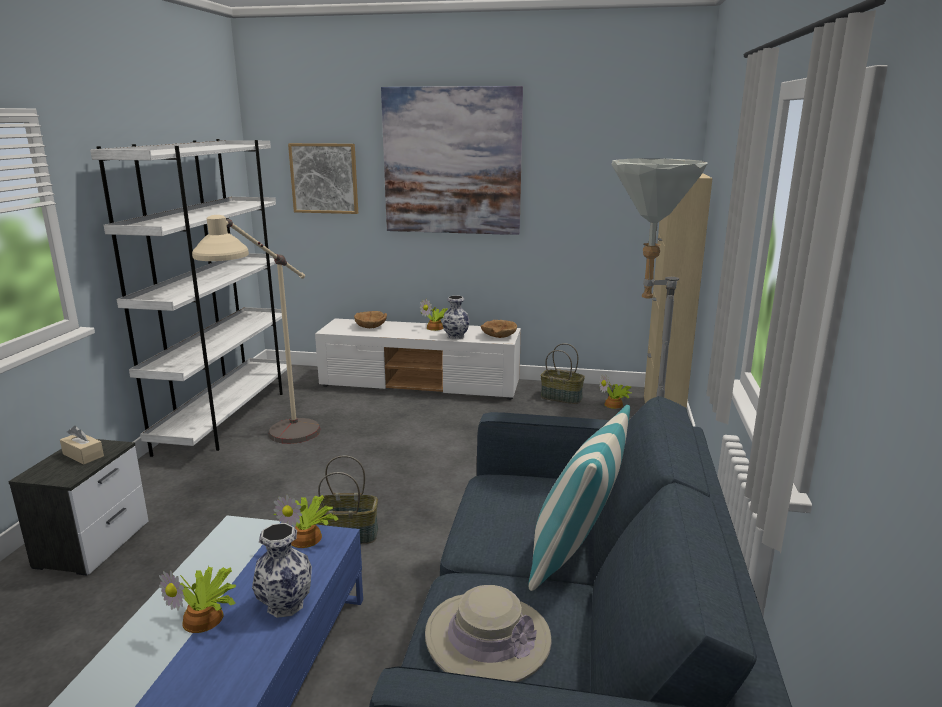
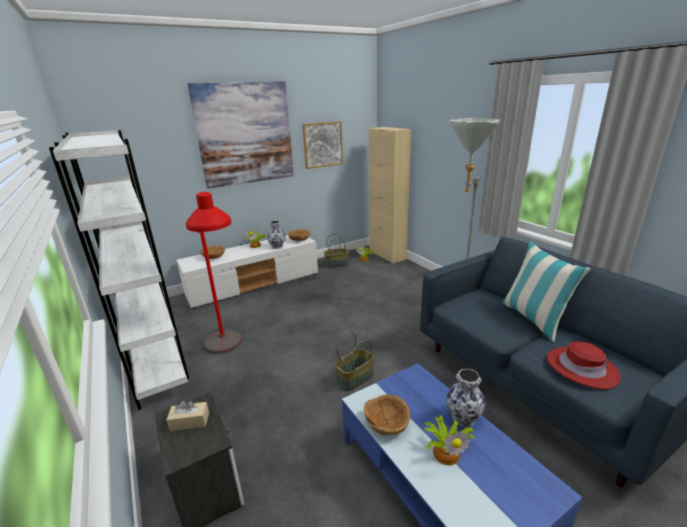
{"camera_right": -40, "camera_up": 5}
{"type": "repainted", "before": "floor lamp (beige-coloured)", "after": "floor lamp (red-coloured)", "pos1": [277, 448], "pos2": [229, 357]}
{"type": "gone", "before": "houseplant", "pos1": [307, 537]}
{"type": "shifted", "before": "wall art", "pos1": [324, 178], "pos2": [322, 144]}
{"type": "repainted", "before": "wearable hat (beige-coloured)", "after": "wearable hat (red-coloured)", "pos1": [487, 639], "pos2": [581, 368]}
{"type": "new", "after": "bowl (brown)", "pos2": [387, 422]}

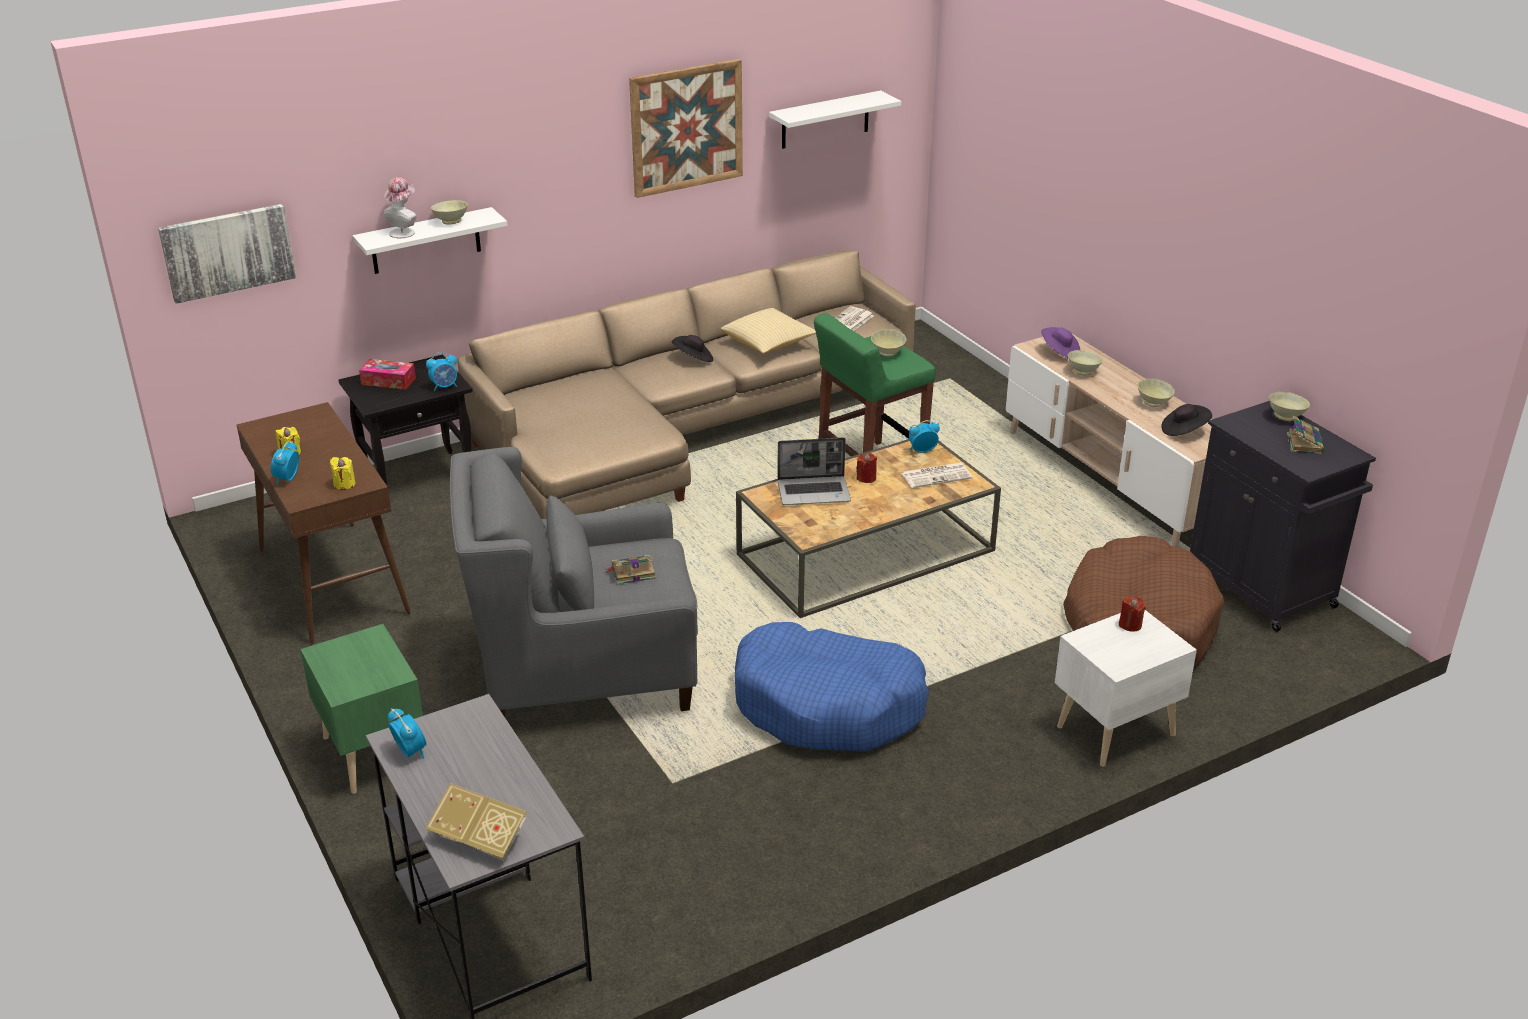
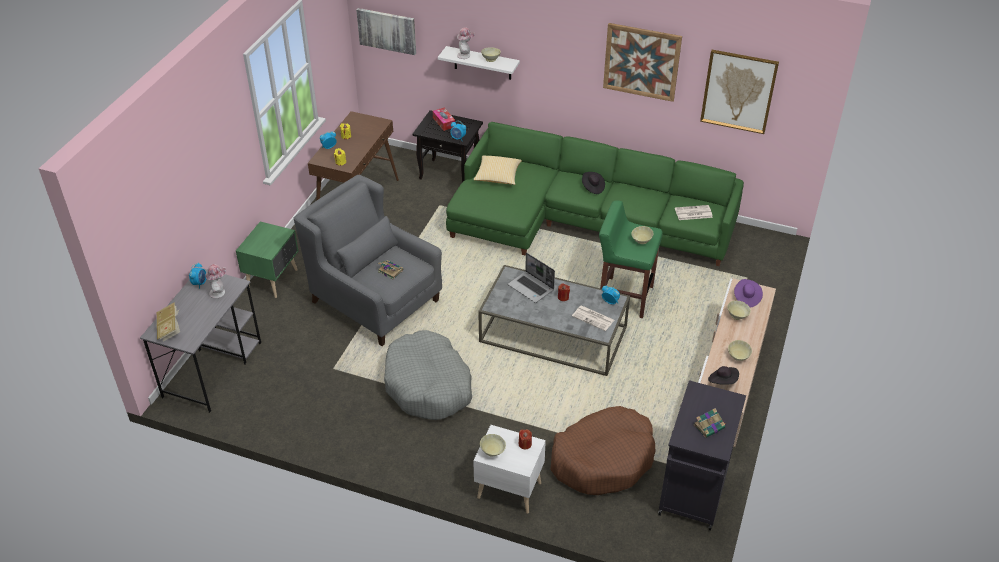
{"camera_right": 50, "camera_up": 10}
{"type": "repainted", "before": "settee (beige-coloured)", "after": "settee (green)", "pos1": [681, 429], "pos2": [580, 220]}
{"type": "shifted", "before": "pillow", "pos1": [768, 343], "pos2": [497, 177]}
{"type": "repainted", "before": "dog cushion (blue-coloured)", "after": "dog cushion (greyish)", "pos1": [828, 705], "pos2": [428, 385]}
{"type": "repainted", "before": "low table (brown)", "after": "low table (greyish)", "pos1": [865, 553], "pos2": [553, 334]}
{"type": "swapped", "before": "bracket shelf (white)", "after": "wall art", "pos1": [825, 120], "pos2": [738, 91]}
{"type": "shifted", "before": "bowl (beige-coloured)", "pos1": [1286, 417], "pos2": [492, 452]}
{"type": "new", "after": "wearable hat", "pos2": [219, 292]}

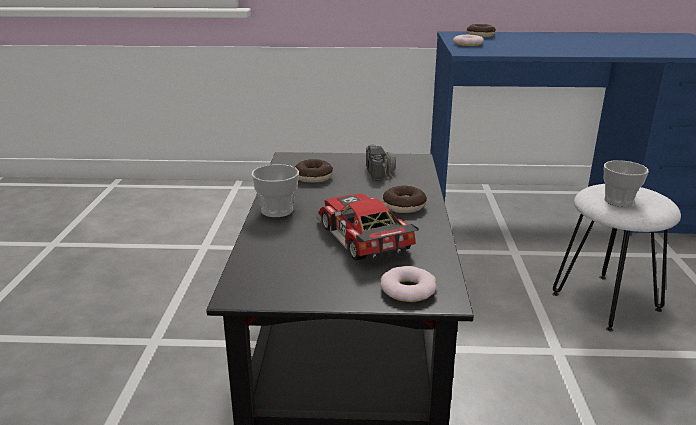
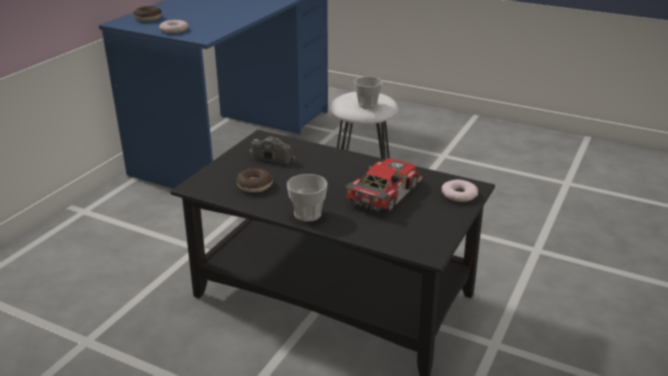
{"camera_right": -65, "camera_up": 5}
{"type": "rotated", "before": "model car", "pos1": [360, 238], "pos2": [381, 192], "turn": 120}
{"type": "gone", "before": "doughnut", "pos1": [404, 206]}

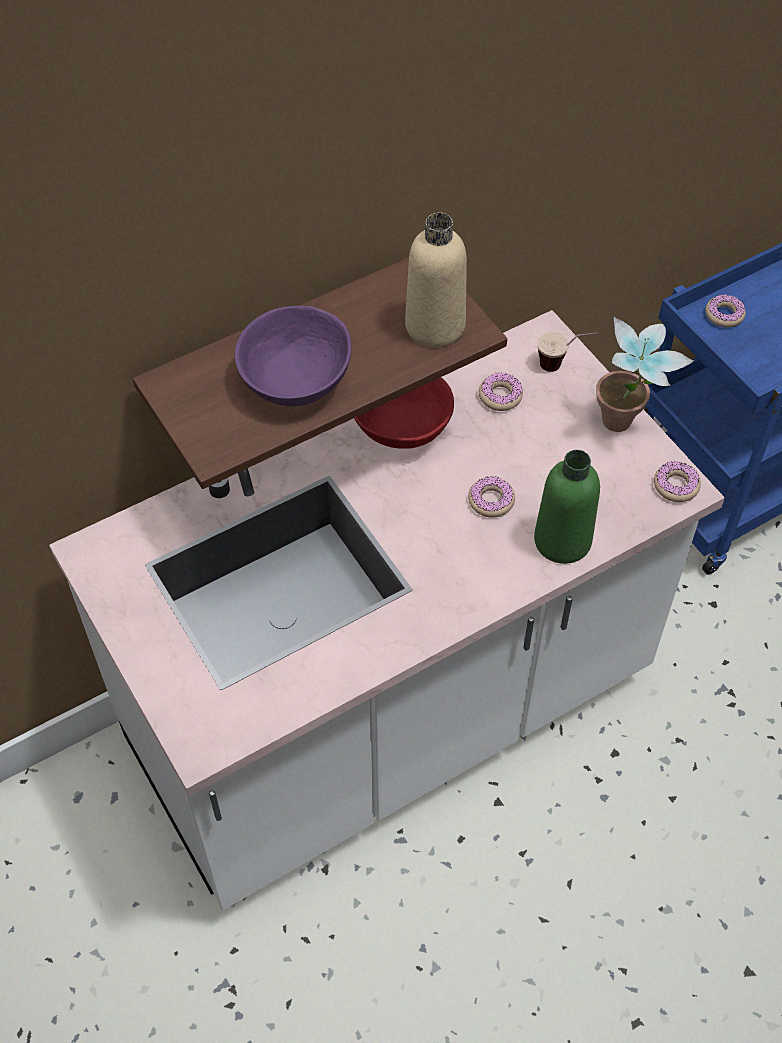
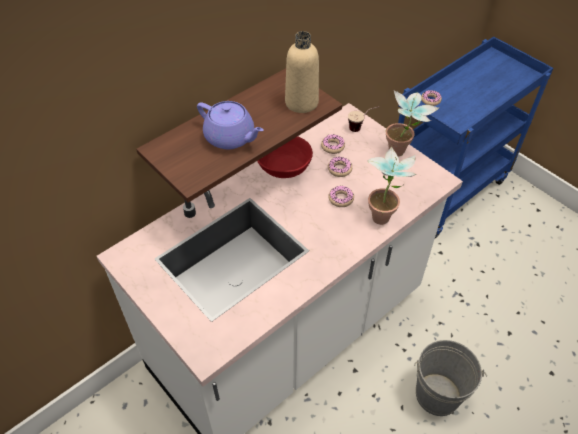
{"camera_right": -10, "camera_up": -5}
{"type": "swapped", "before": "bowl (purplish)", "after": "teapot (purplish)", "pos1": [296, 379], "pos2": [230, 138]}
{"type": "swapped", "before": "bottle (green)", "after": "houseplant", "pos1": [562, 540], "pos2": [384, 214]}
{"type": "shifted", "before": "doughnut", "pos1": [676, 486], "pos2": [339, 169]}
{"type": "new", "after": "bucket (greyish)", "pos2": [437, 395]}

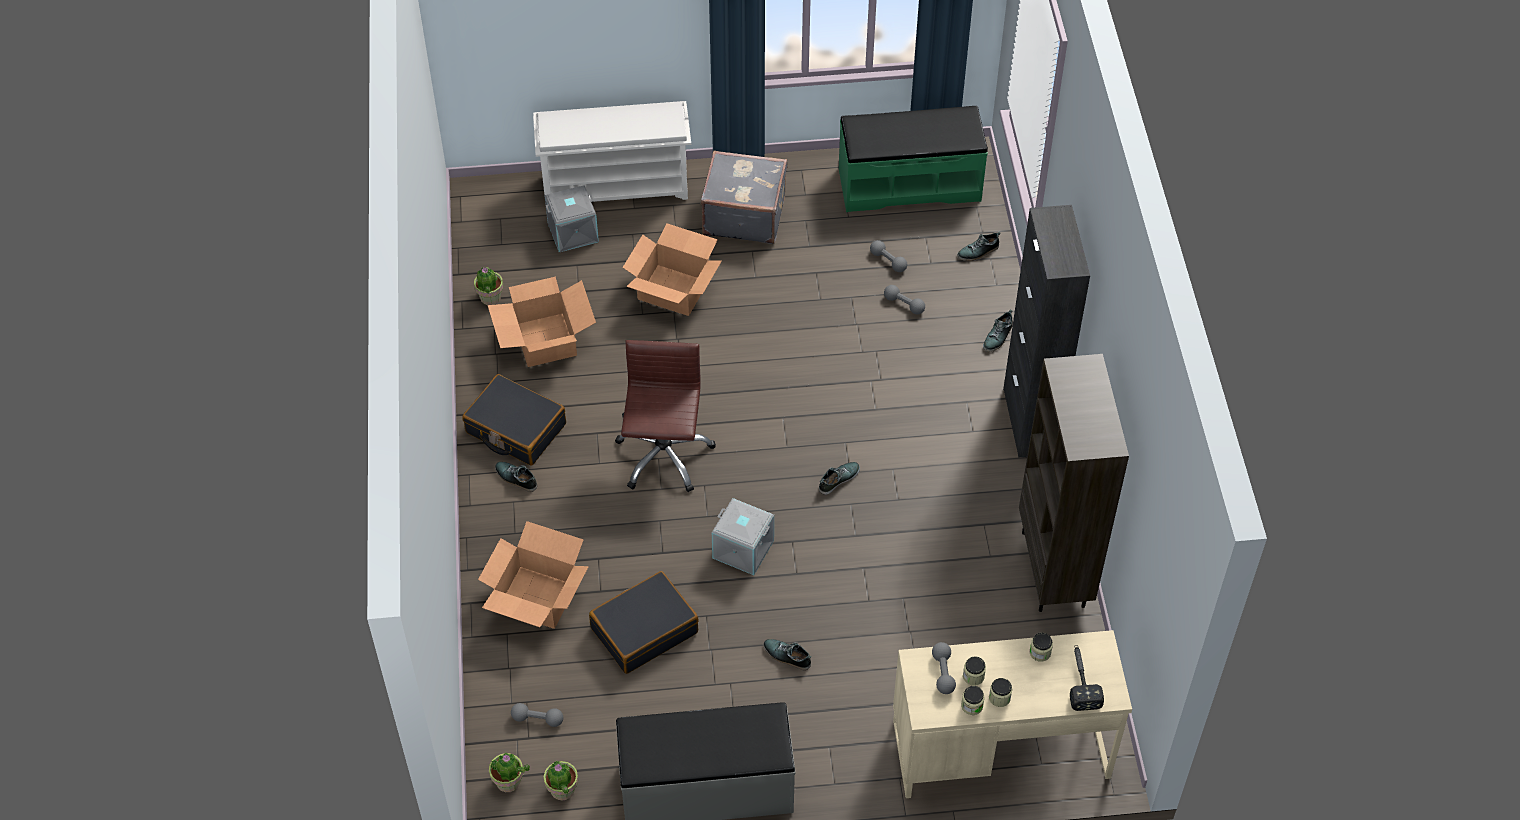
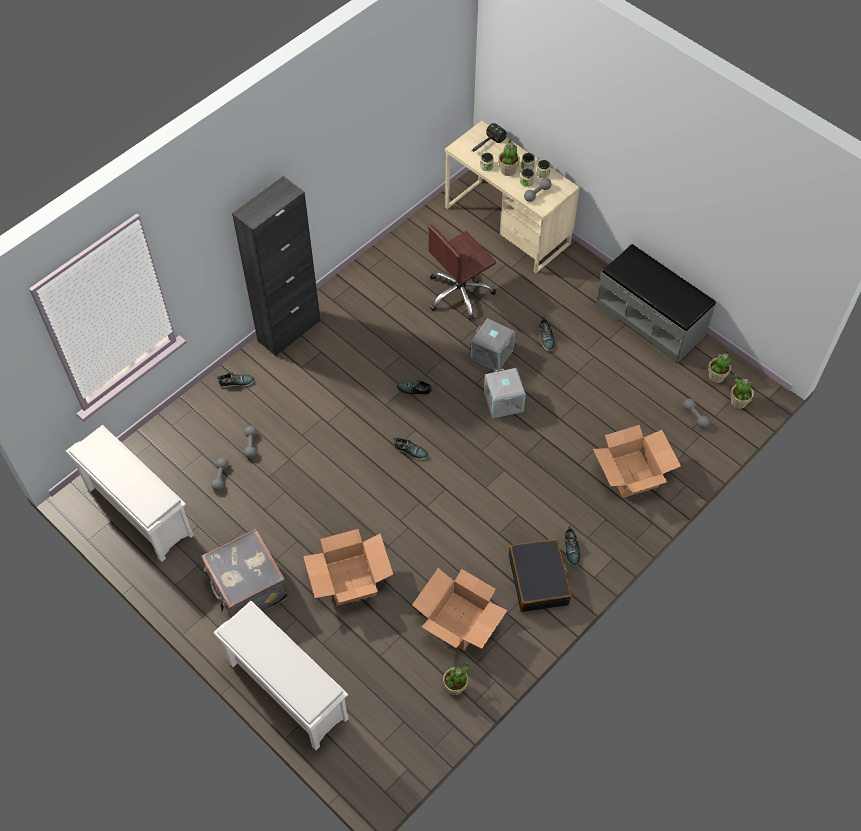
{"camera_right": -130, "camera_up": 5}
{"type": "shifted", "before": "storage box (greyish)", "pos1": [573, 233], "pos2": [492, 353]}
{"type": "gone", "before": "piece of luggage (black-coloured)", "pos1": [644, 630]}
{"type": "shifted", "before": "computer chair (brown)", "pos1": [663, 455], "pos2": [460, 293]}
{"type": "swapped", "before": "indoor bench (green)", "after": "shoe shelf (white)", "pos1": [909, 184], "pos2": [138, 511]}
{"type": "shifted", "before": "shoe", "pos1": [978, 252], "pos2": [411, 451]}
{"type": "gone", "before": "shelving unit (brown)", "pos1": [1054, 570]}
{"type": "new", "after": "houseplant", "pos2": [508, 170]}

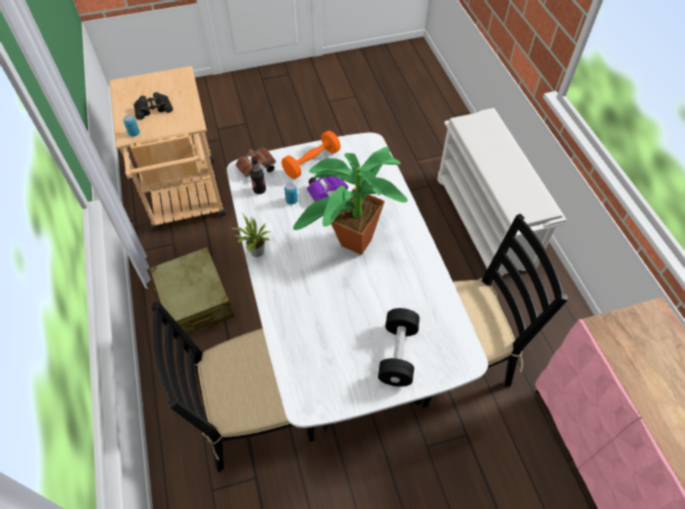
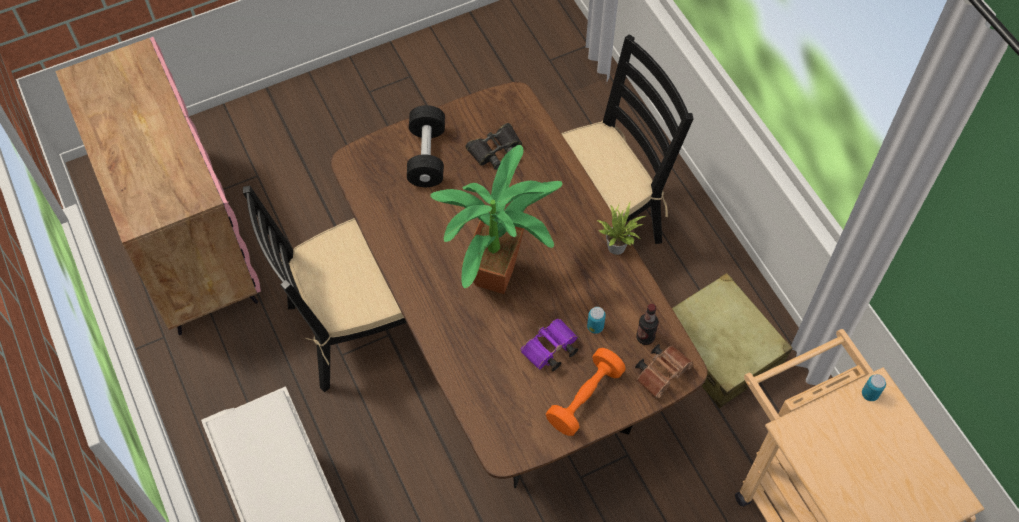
{"camera_right": 170, "camera_up": 5}
{"type": "shifted", "before": "field glasses (black-coloured)", "pos1": [153, 109], "pos2": [496, 150]}
{"type": "repainted", "before": "dining table (white)", "after": "dining table (brown)", "pos1": [341, 325], "pos2": [510, 346]}

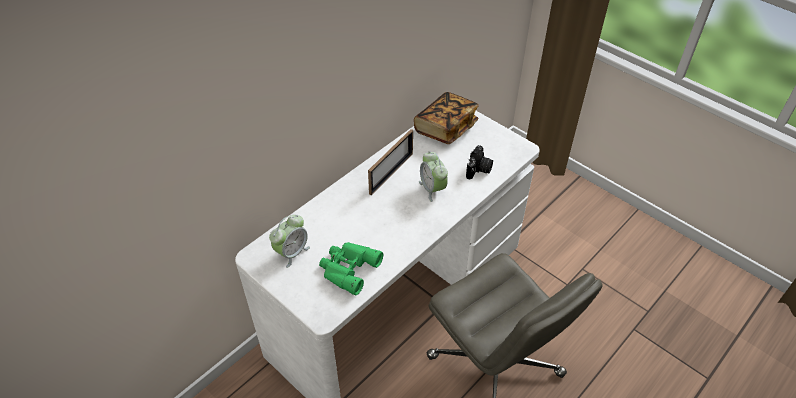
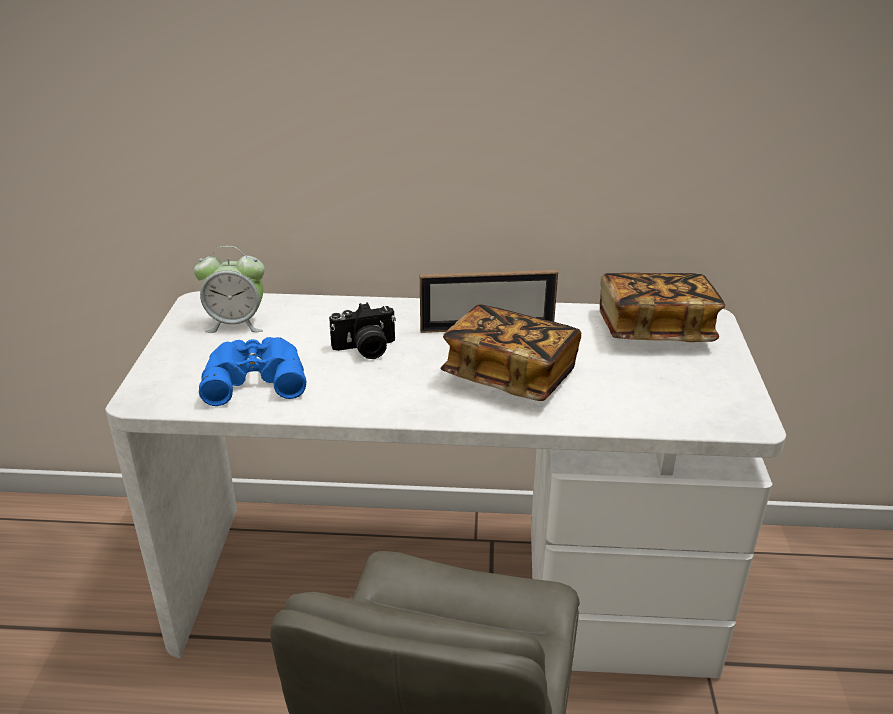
{"camera_right": 50, "camera_up": -15}
{"type": "repainted", "before": "field glasses (green)", "after": "field glasses (blue-coloured)", "pos1": [347, 269], "pos2": [254, 377]}
{"type": "swapped", "before": "alarm clock", "after": "volume", "pos1": [432, 189], "pos2": [510, 375]}
{"type": "shifted", "before": "still camera", "pos1": [479, 170], "pos2": [365, 349]}

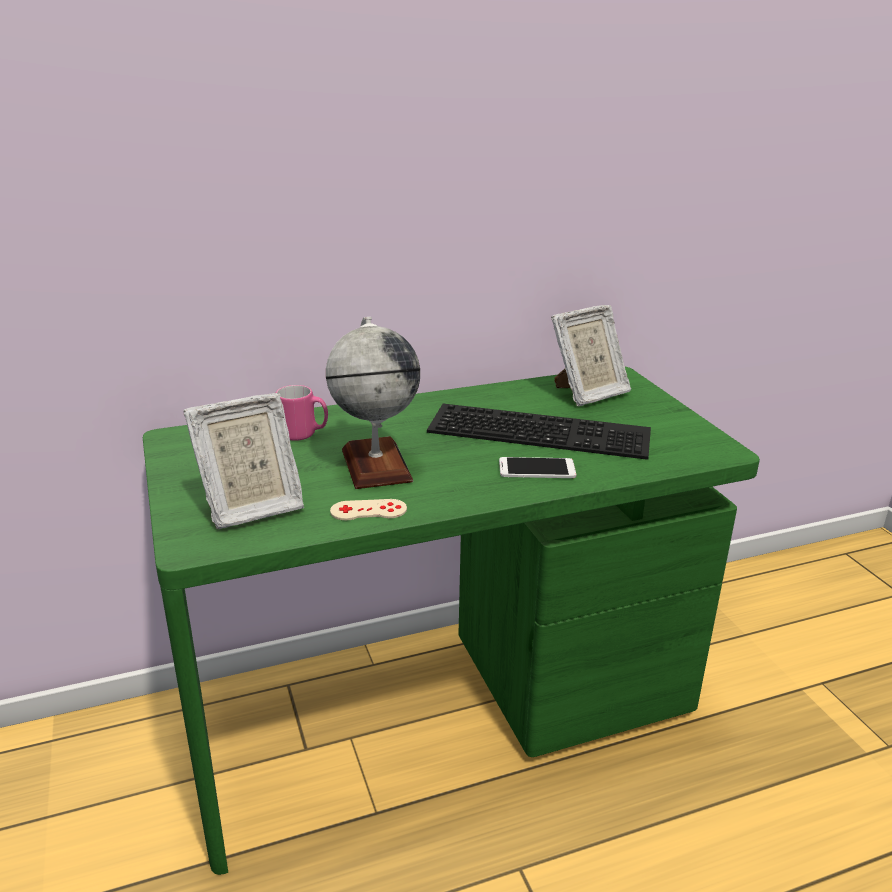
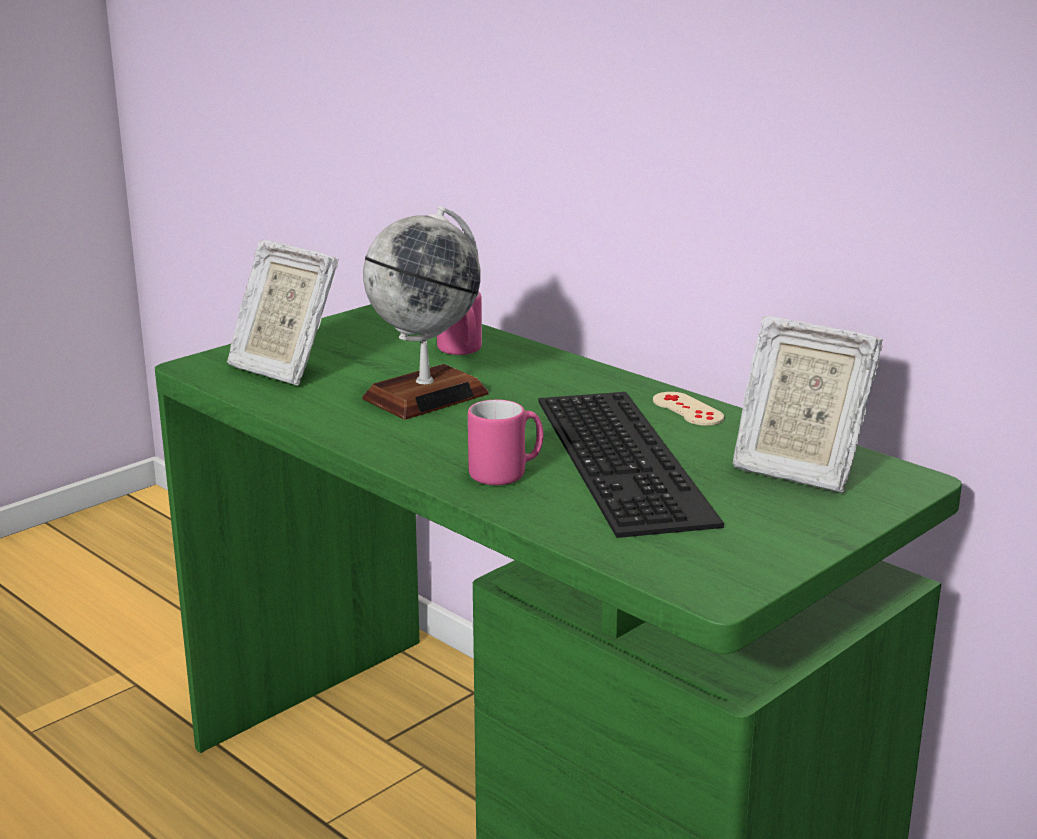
{"camera_right": 65, "camera_up": -5}
{"type": "shifted", "before": "gamepad (beige-coloured)", "pos1": [368, 510], "pos2": [687, 409]}
{"type": "swapped", "before": "telephone", "after": "coffee mug (pinkish)", "pos1": [537, 469], "pos2": [506, 474]}

